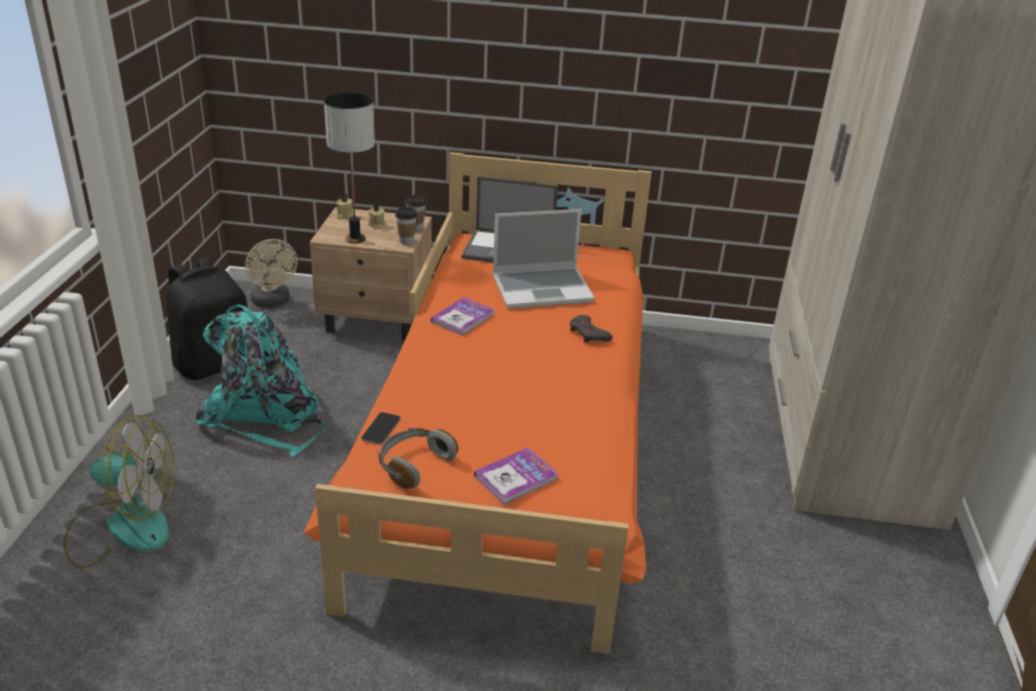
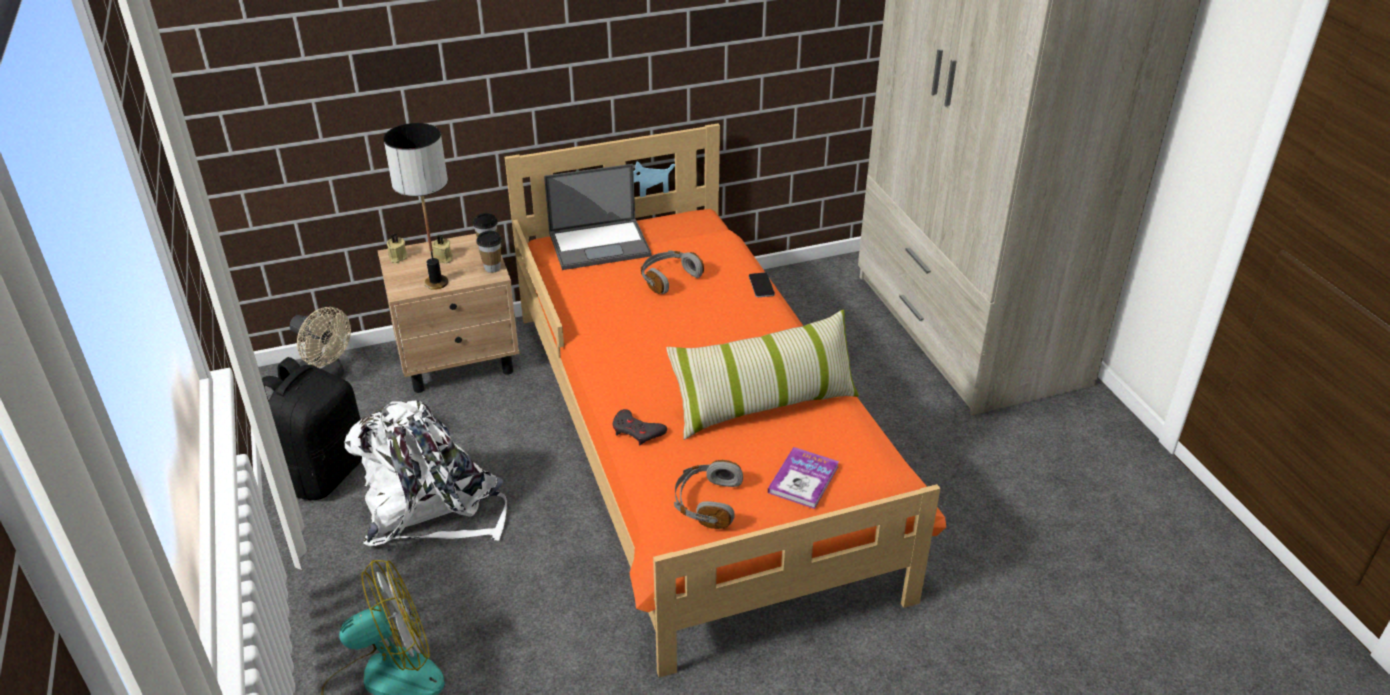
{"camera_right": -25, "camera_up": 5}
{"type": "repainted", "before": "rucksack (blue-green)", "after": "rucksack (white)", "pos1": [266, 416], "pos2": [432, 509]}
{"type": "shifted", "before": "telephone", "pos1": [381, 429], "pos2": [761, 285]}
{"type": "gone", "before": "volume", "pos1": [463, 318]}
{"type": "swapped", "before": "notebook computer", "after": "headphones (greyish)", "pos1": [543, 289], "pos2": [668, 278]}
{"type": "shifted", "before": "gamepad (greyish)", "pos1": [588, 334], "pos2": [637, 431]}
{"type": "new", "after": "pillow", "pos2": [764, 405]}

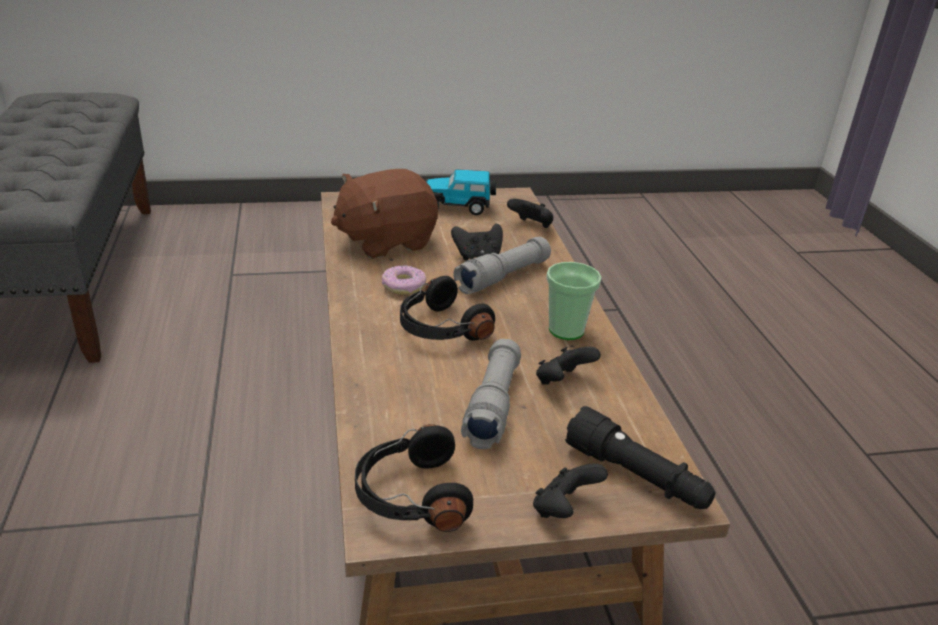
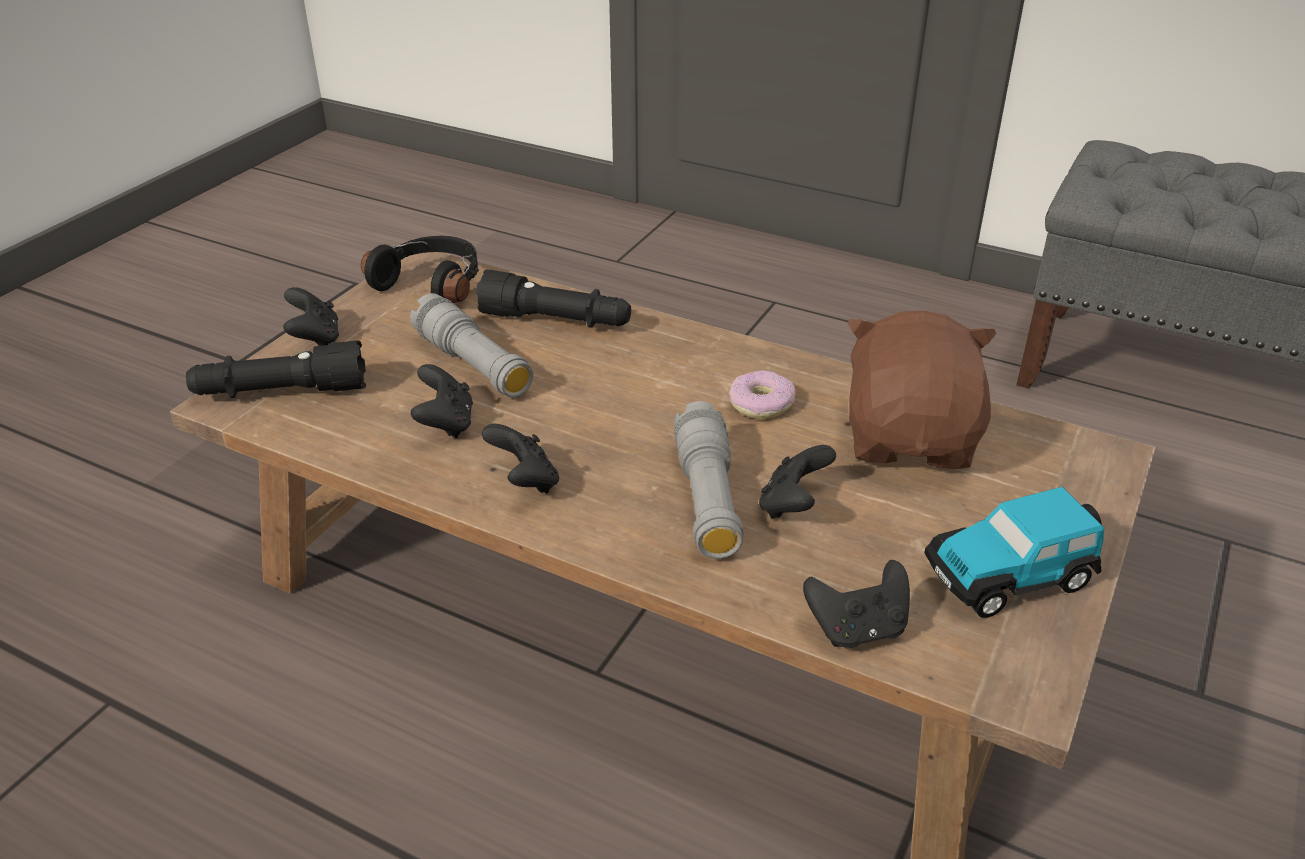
{"camera_right": 130, "camera_up": 5}
{"type": "gone", "before": "headphones (black-coloured)", "pos1": [440, 328]}
{"type": "rotated", "before": "model car", "pos1": [456, 206], "pos2": [1011, 575], "turn": -150}
{"type": "swapped", "before": "small cup", "after": "gamepad (black-coloured)", "pos1": [566, 330], "pos2": [525, 481]}
{"type": "new", "after": "flashlight (black-coloured)", "pos2": [556, 321]}

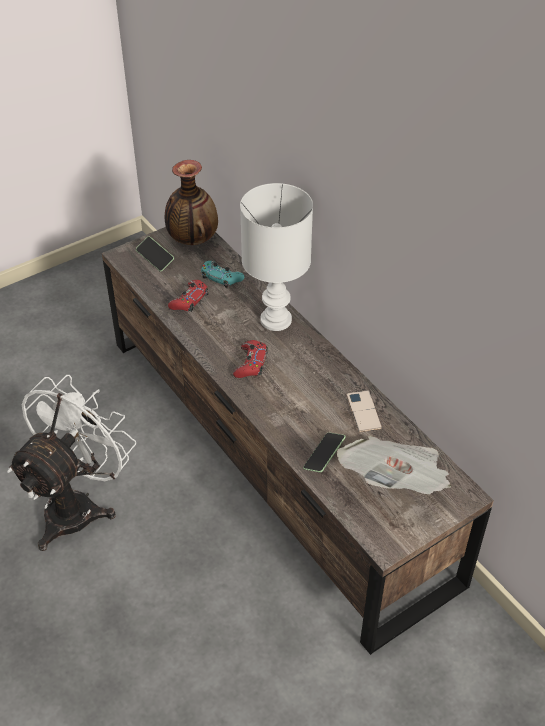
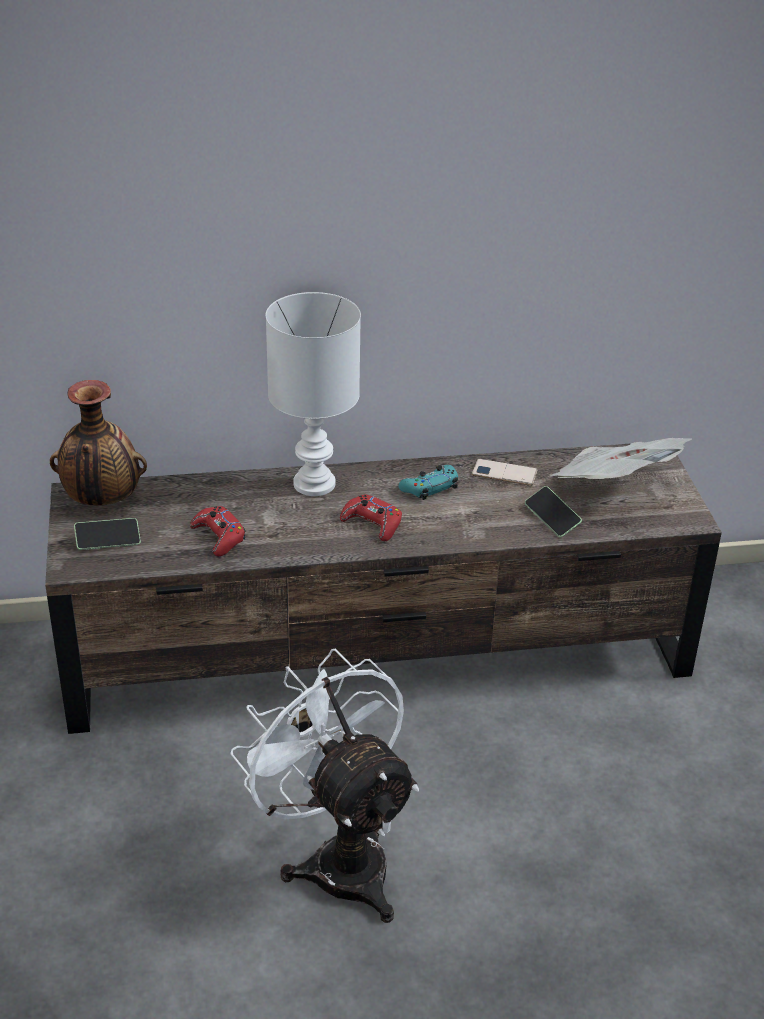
{"camera_right": -65, "camera_up": -10}
{"type": "shifted", "before": "gamepad (blue-green)", "pos1": [221, 278], "pos2": [430, 488]}

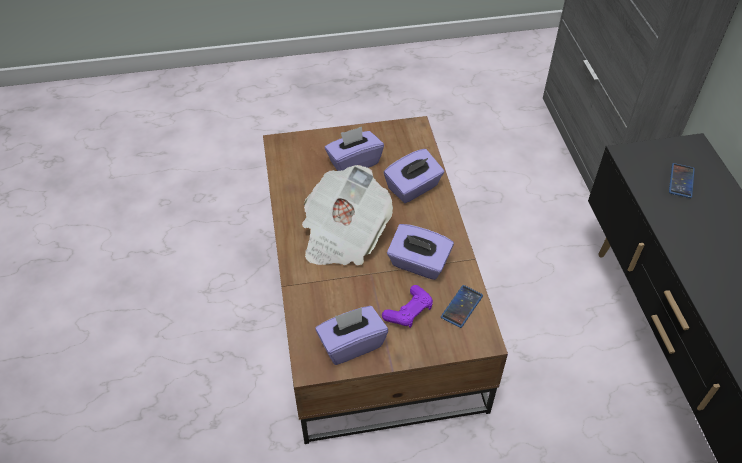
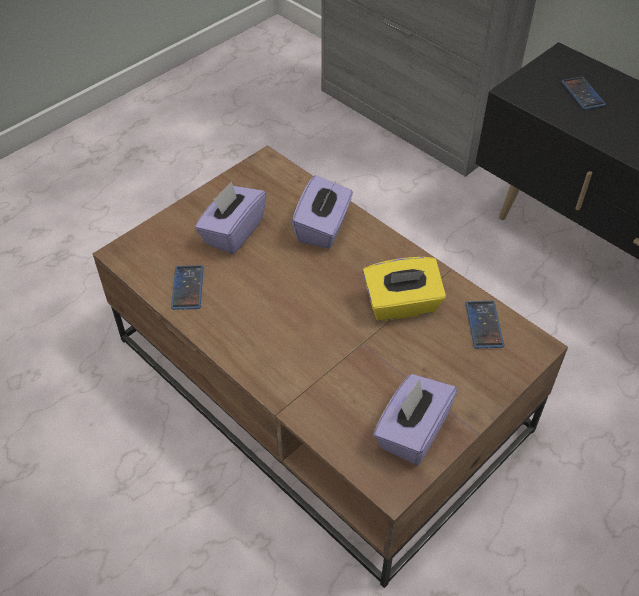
{"camera_right": -35, "camera_up": 0}
{"type": "gone", "before": "daily paper", "pos1": [343, 235]}
{"type": "gone", "before": "gamepad (purplish)", "pos1": [409, 311]}
{"type": "repainted", "before": "tissue box (purplish)", "after": "tissue box (yellow-coloured)", "pos1": [418, 264], "pos2": [401, 305]}
{"type": "new", "after": "telephone", "pos2": [187, 288]}

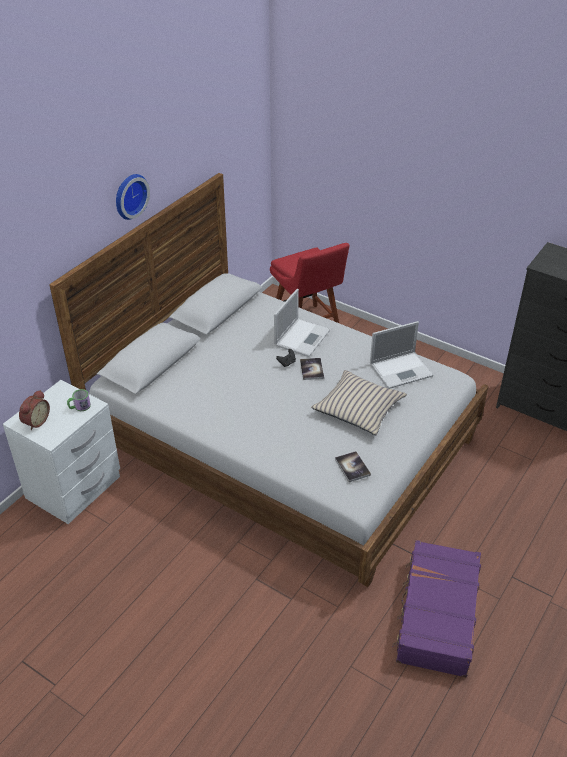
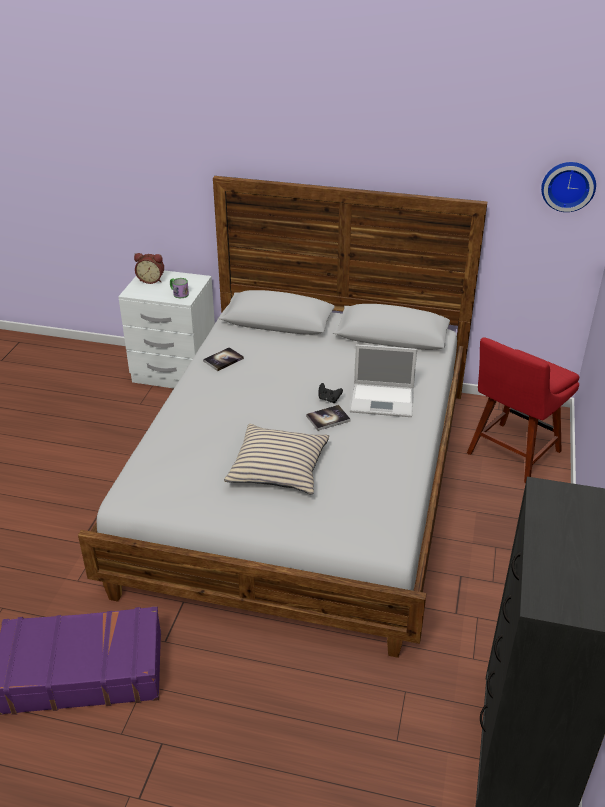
{"camera_right": 70, "camera_up": -5}
{"type": "shifted", "before": "clock on the wall", "pos1": [129, 195], "pos2": [568, 185]}
{"type": "shifted", "before": "volume", "pos1": [352, 467], "pos2": [223, 360]}
{"type": "gone", "before": "notebook computer", "pos1": [402, 370]}

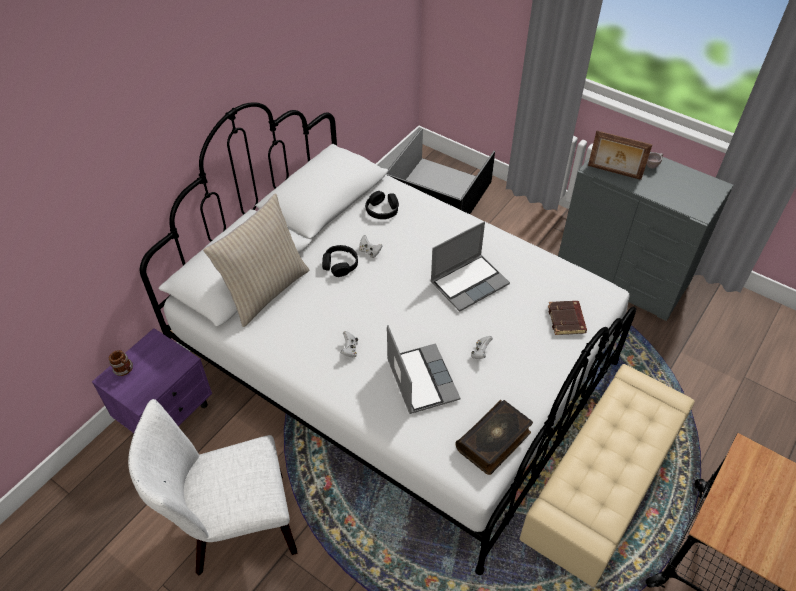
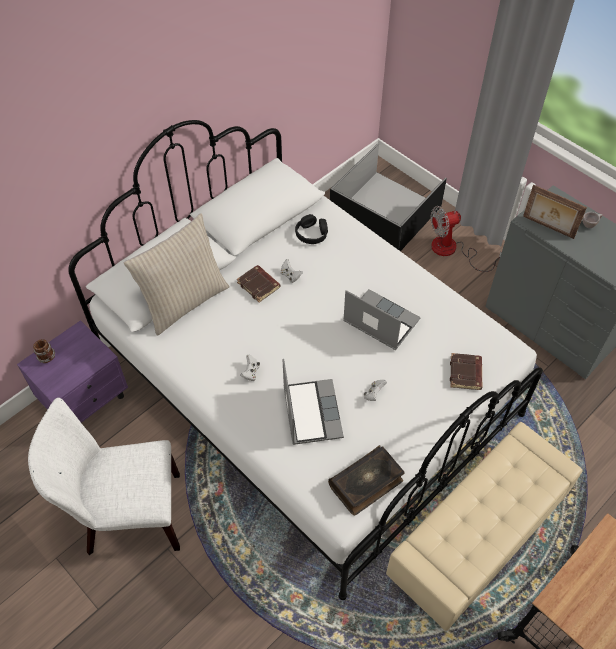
{"camera_right": 10, "camera_up": 5}
{"type": "swapped", "before": "headphones (black-coloured)", "after": "volume (brown)", "pos1": [340, 265], "pos2": [259, 285]}
{"type": "rotated", "before": "notebook computer", "pos1": [469, 282], "pos2": [379, 321], "turn": -120}
{"type": "new", "after": "electric fan", "pos2": [452, 251]}

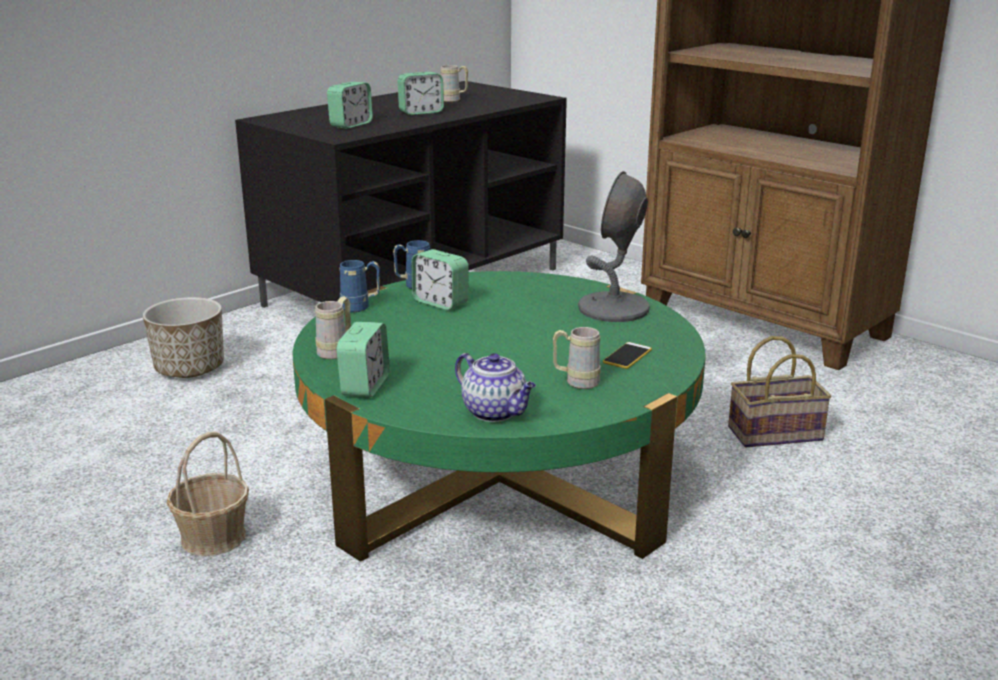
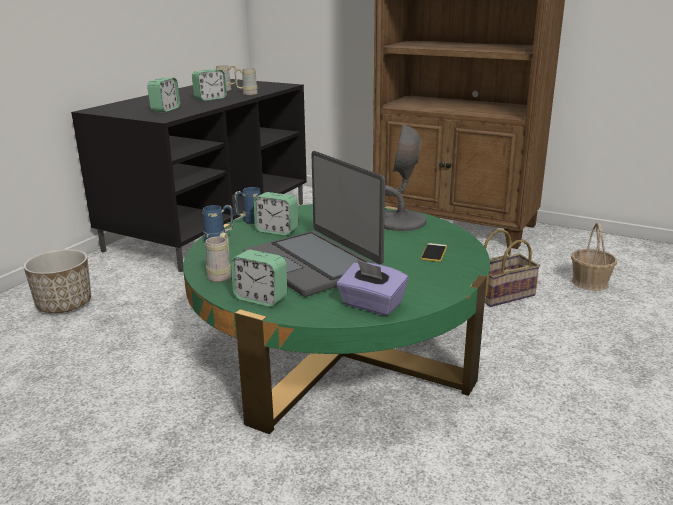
{"camera_right": -15, "camera_up": 0}
{"type": "shifted", "before": "basket", "pos1": [212, 537], "pos2": [589, 283]}
{"type": "rotated", "before": "alarm clock", "pos1": [365, 386], "pos2": [260, 298], "turn": 120}
{"type": "swapped", "before": "teapot", "after": "tissue box (purplish)", "pos1": [496, 412], "pos2": [371, 305]}
{"type": "shifted", "before": "coffee mug (beige-coloured)", "pos1": [575, 382], "pos2": [247, 94]}
{"type": "new", "after": "notebook computer", "pos2": [312, 263]}

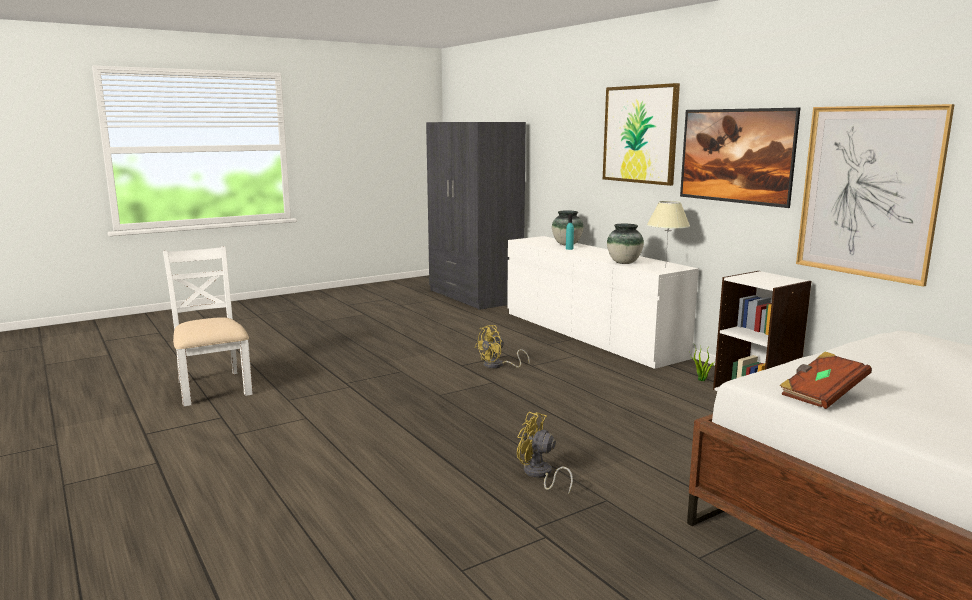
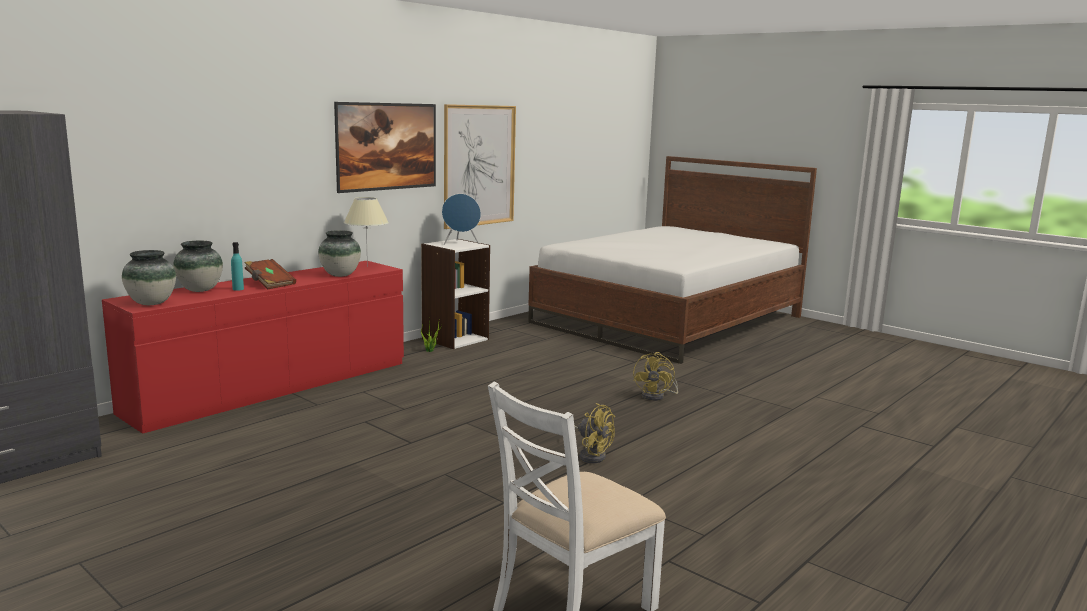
{"camera_right": -105, "camera_up": 0}
{"type": "shifted", "before": "electric fan (yellow-coloured)", "pos1": [498, 366], "pos2": [591, 455]}
{"type": "repainted", "before": "drawer chest (white)", "after": "drawer chest (red-coloured)", "pos1": [590, 334], "pos2": [272, 386]}
{"type": "gone", "before": "wall art", "pos1": [640, 134]}
{"type": "shifted", "before": "volume (brown)", "pos1": [821, 395], "pos2": [269, 284]}
{"type": "new", "after": "flower vase", "pos2": [151, 303]}
{"type": "new", "after": "speaker (blue-coloured)", "pos2": [460, 243]}

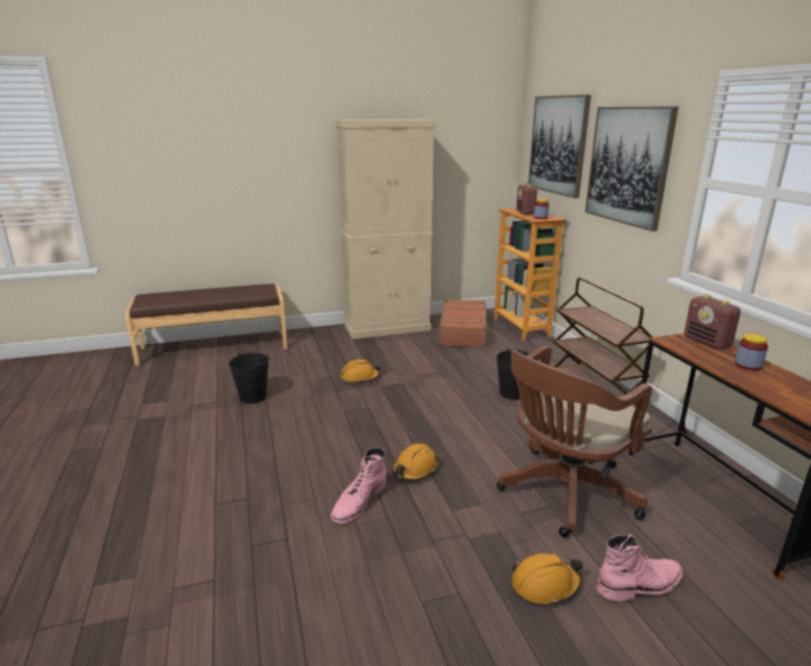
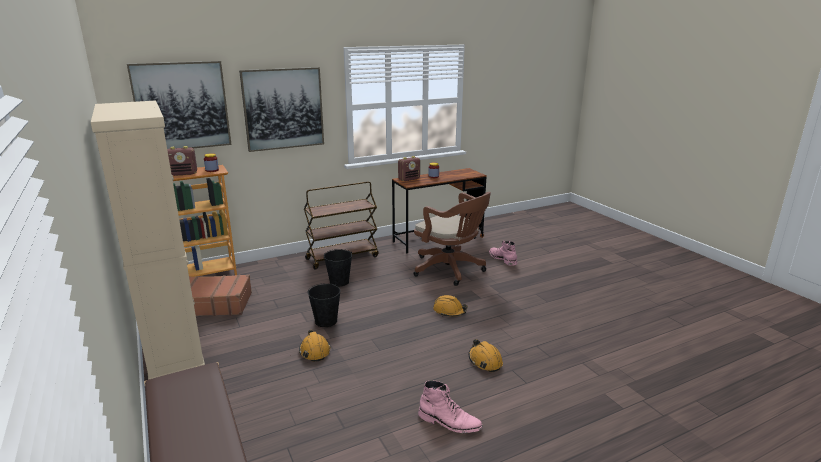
{"camera_right": -100, "camera_up": 0}
{"type": "shifted", "before": "bucket (black-coloured)", "pos1": [253, 397], "pos2": [326, 321]}
{"type": "shifted", "before": "boot (pinkish)", "pos1": [359, 502], "pos2": [449, 422]}
{"type": "shifted", "before": "work helmet (orangey)", "pos1": [545, 585], "pos2": [485, 361]}

